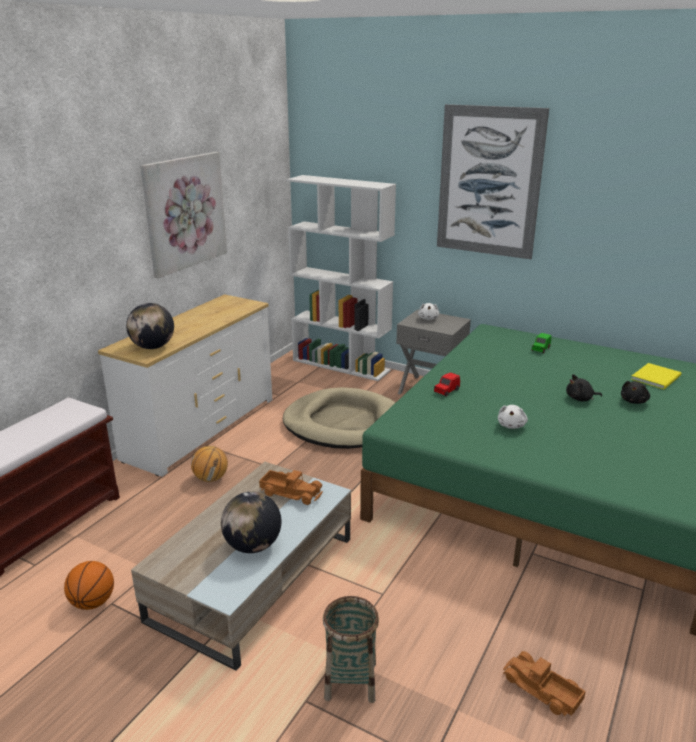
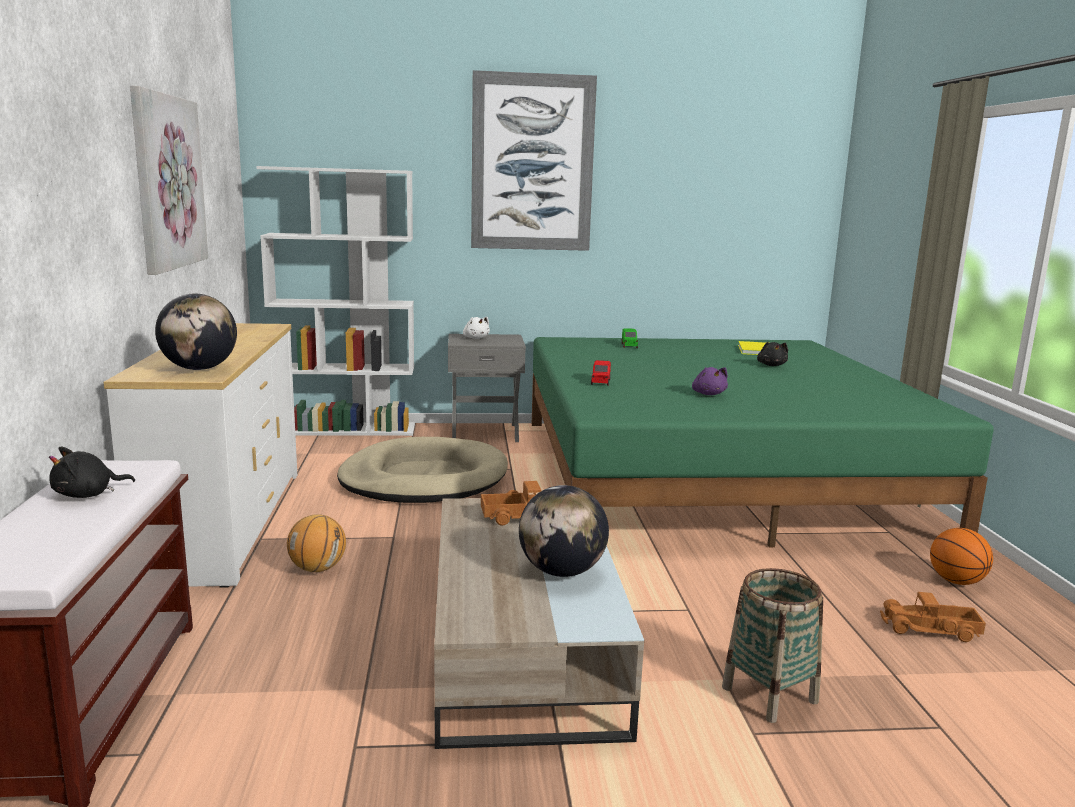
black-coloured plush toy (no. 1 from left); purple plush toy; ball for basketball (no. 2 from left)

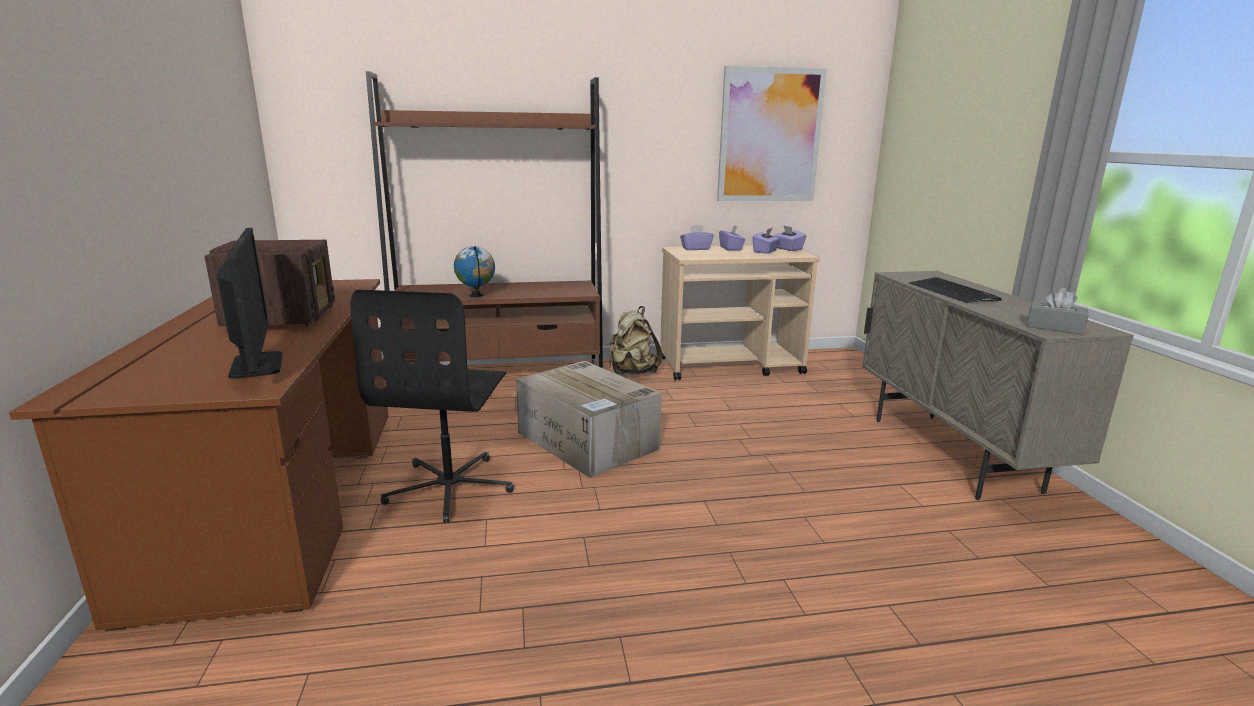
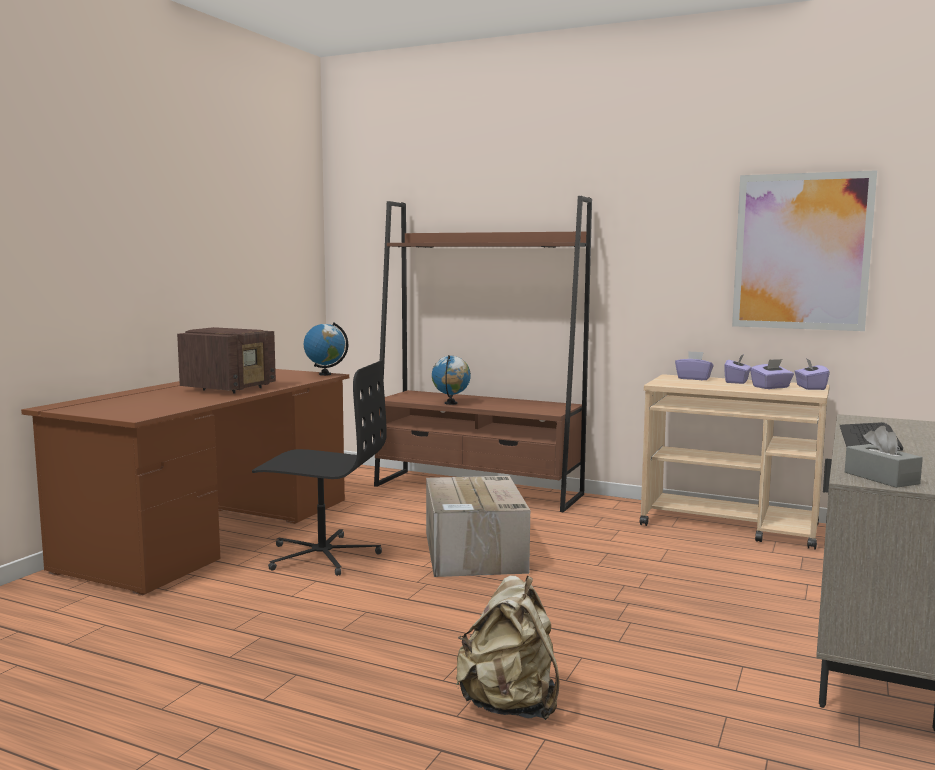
black-coloured office chair; globe (no. 1 from left); beige-coloured rucksack; computer display

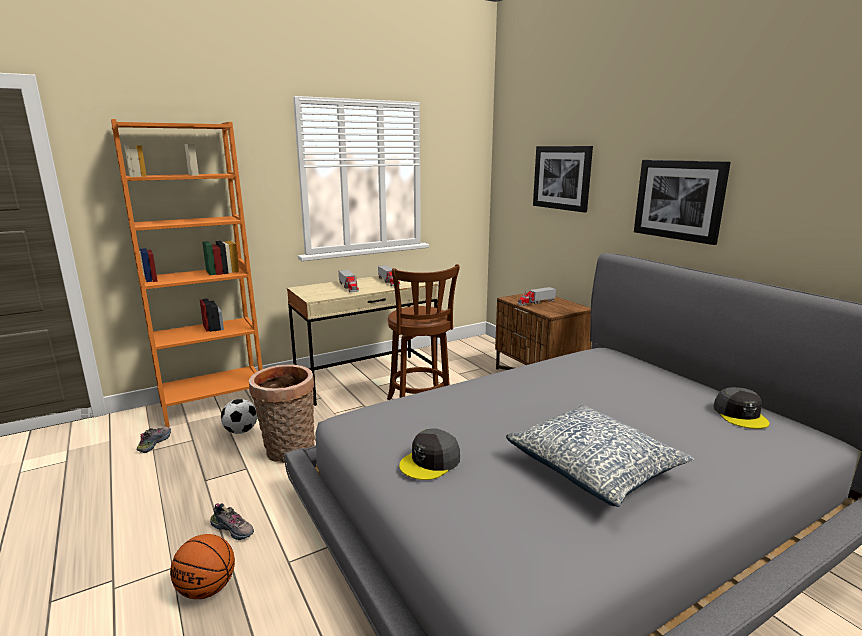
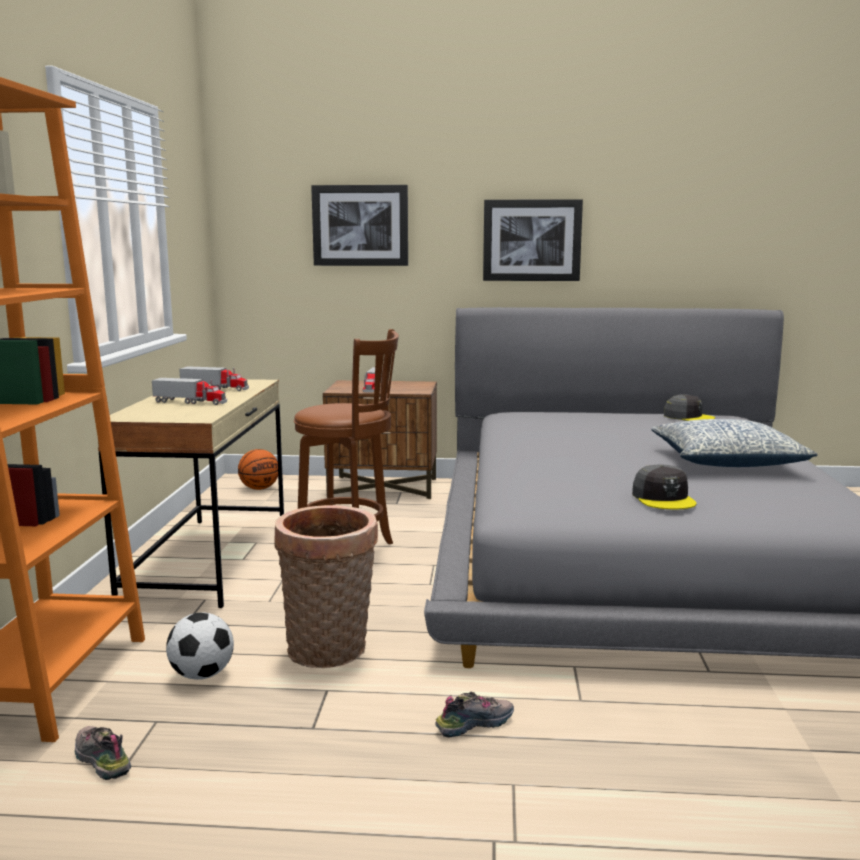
ball for basketball

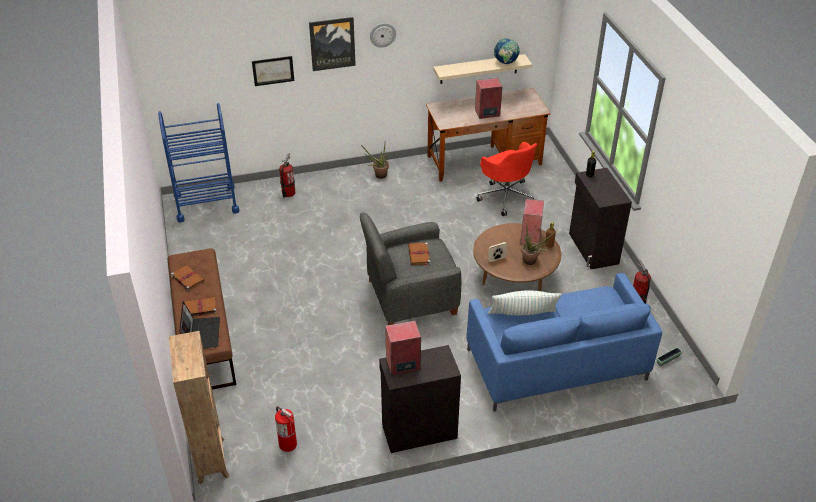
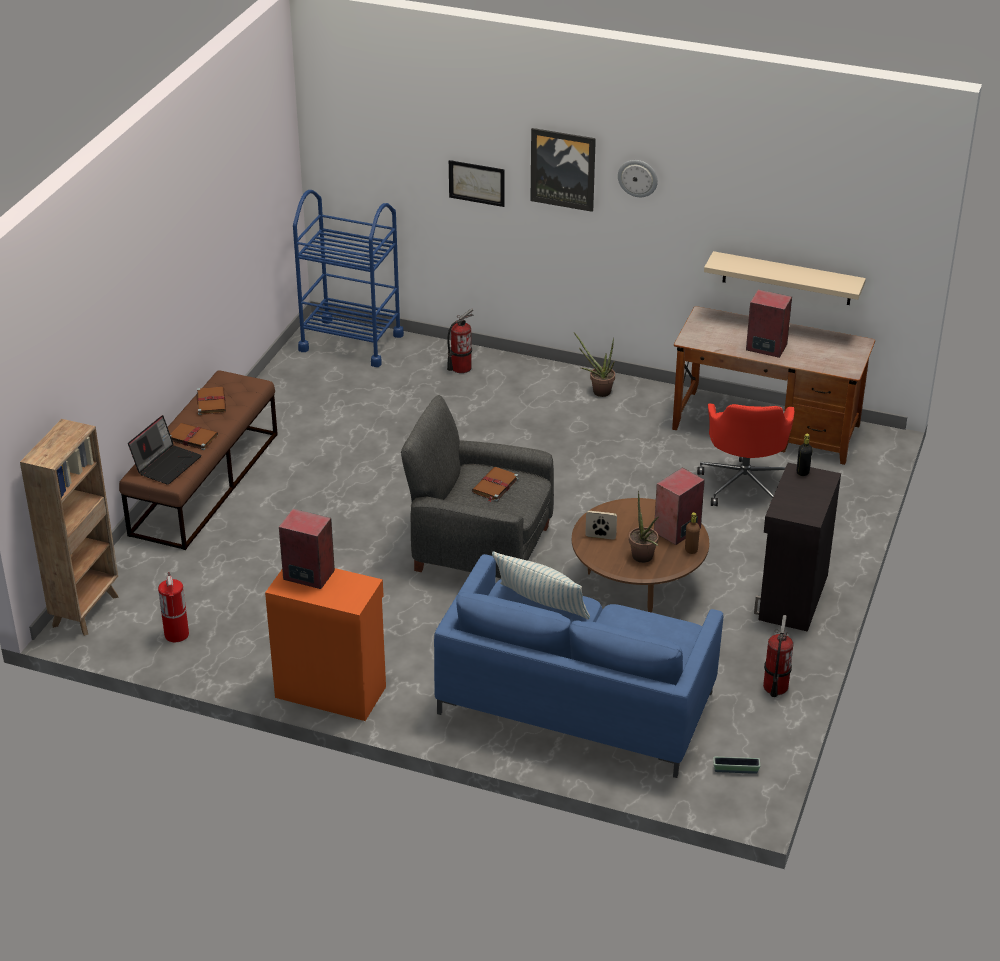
orangey storage cabinet; globe

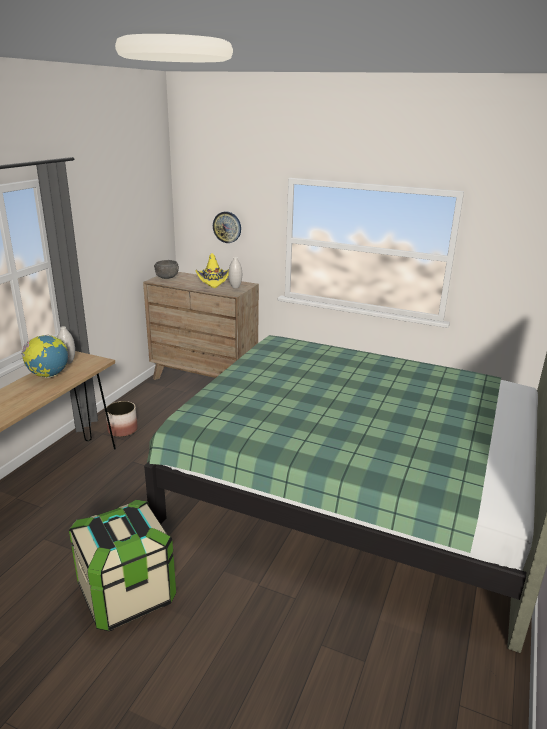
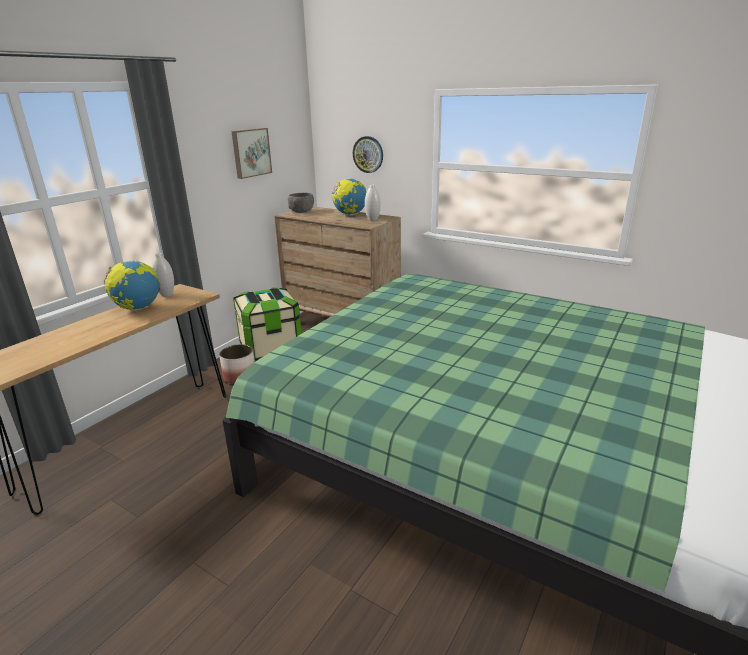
wall picture; storage bin; globe (no. 2 from left)

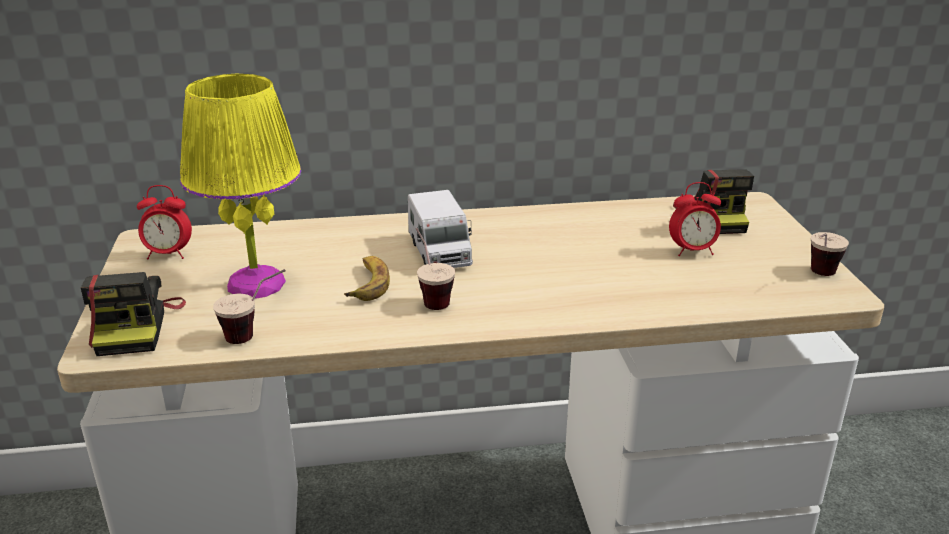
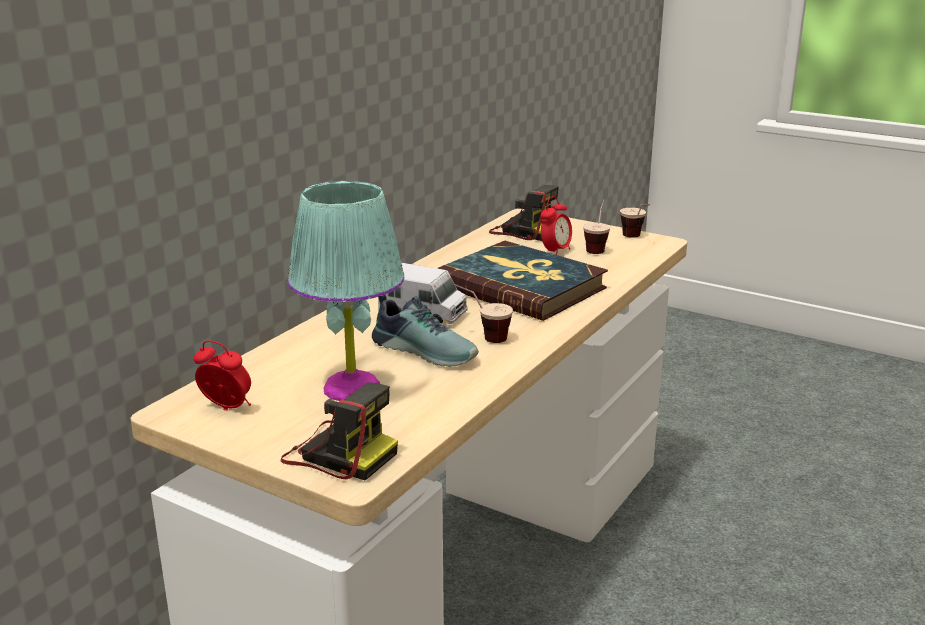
alarm clock (no. 1 from left); turquoise-coloured tabletop lamp; item of footwear; volume; cup (no. 2 from left)

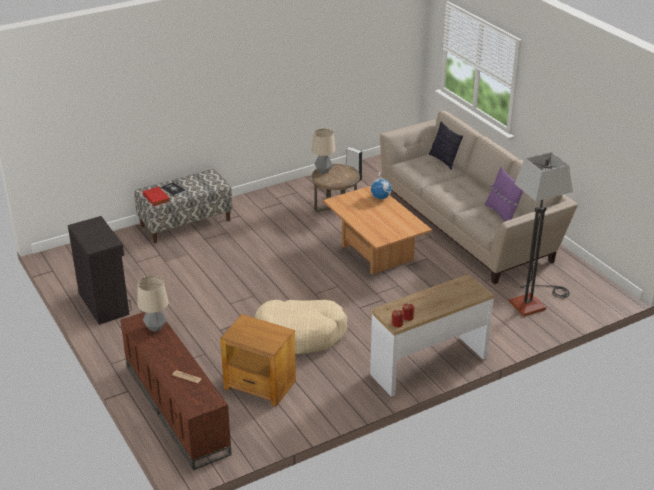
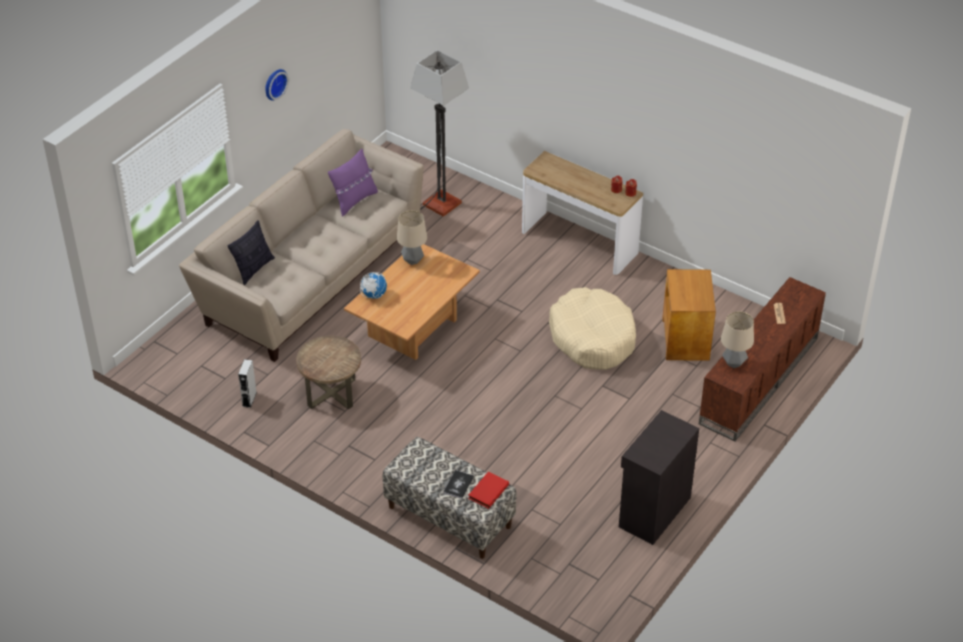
wall clock; tabletop lamp (no. 1 from left)

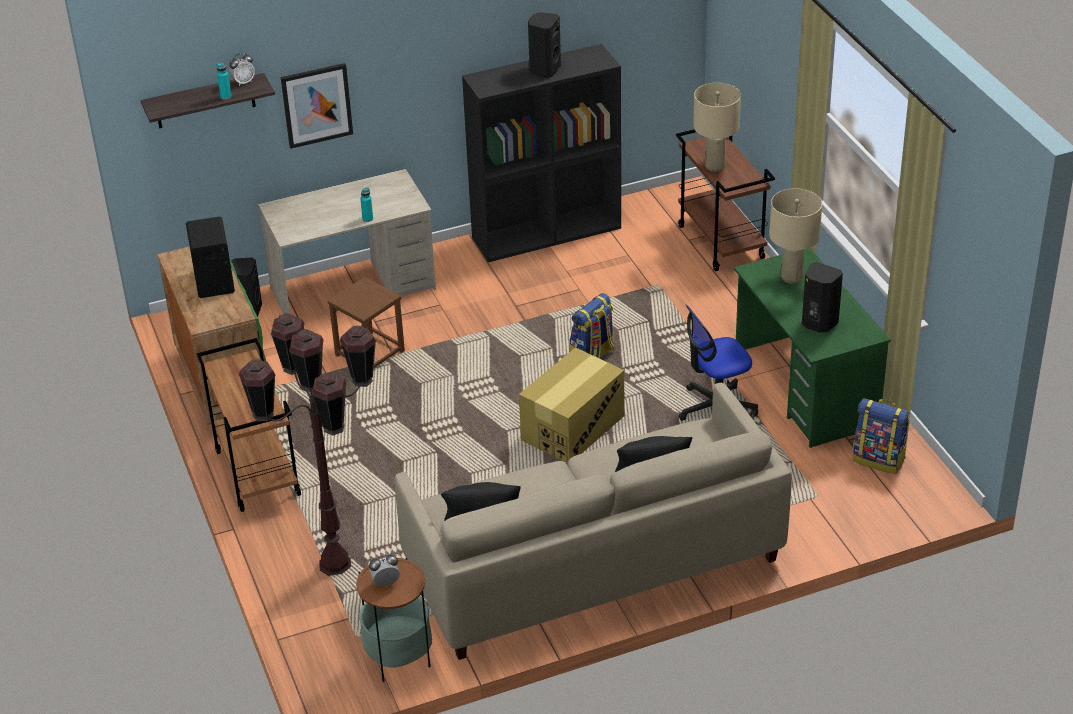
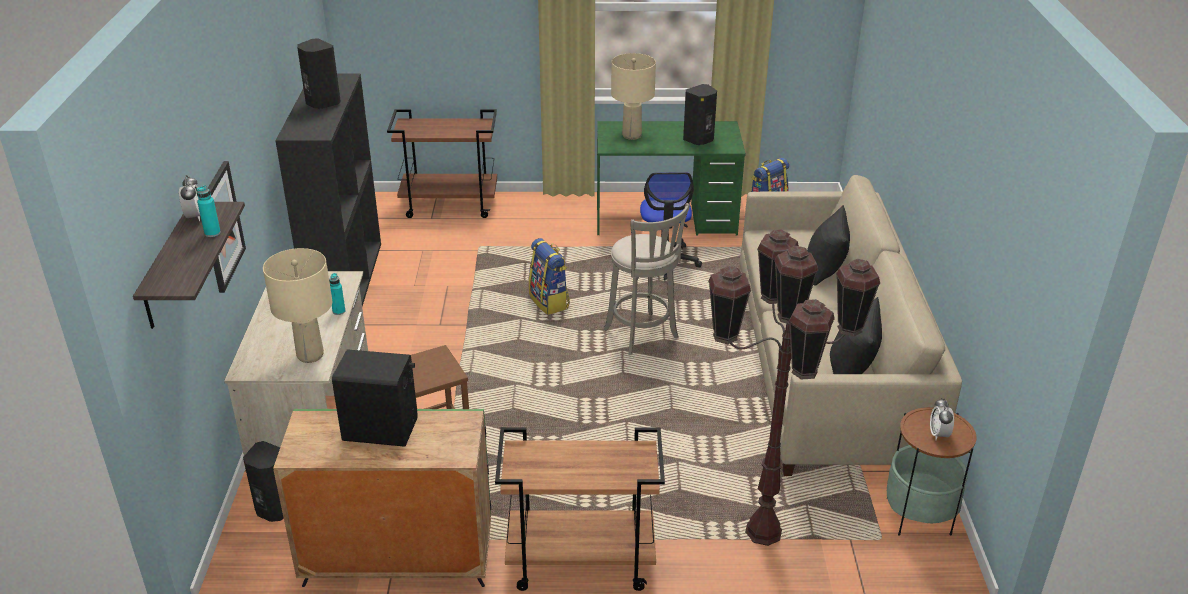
beige-coloured tabletop lamp (no. 1 from left); greyish sitting stool

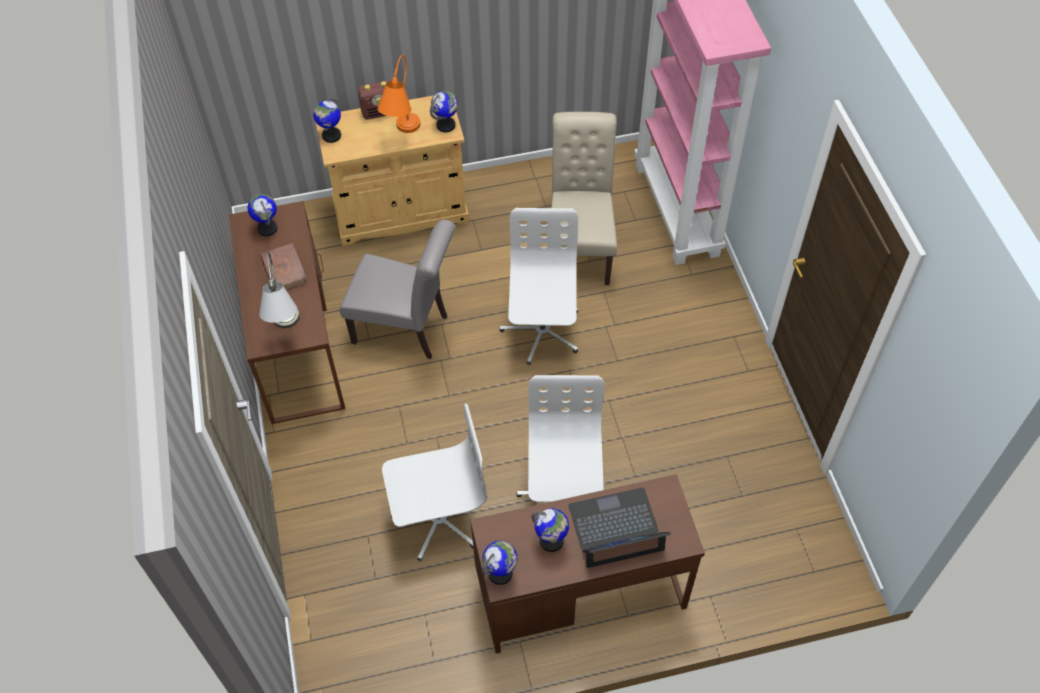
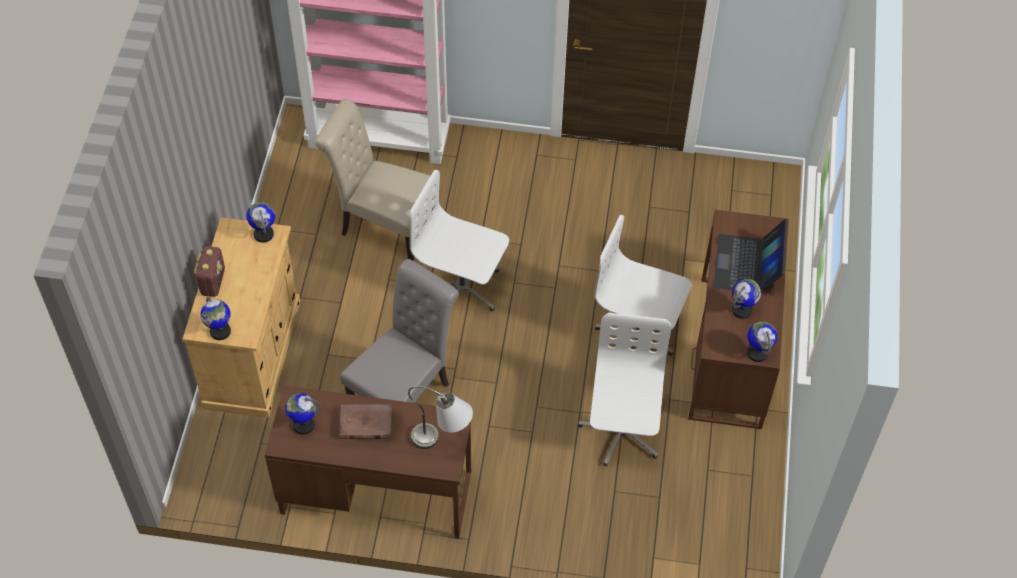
orangey tabletop lamp

